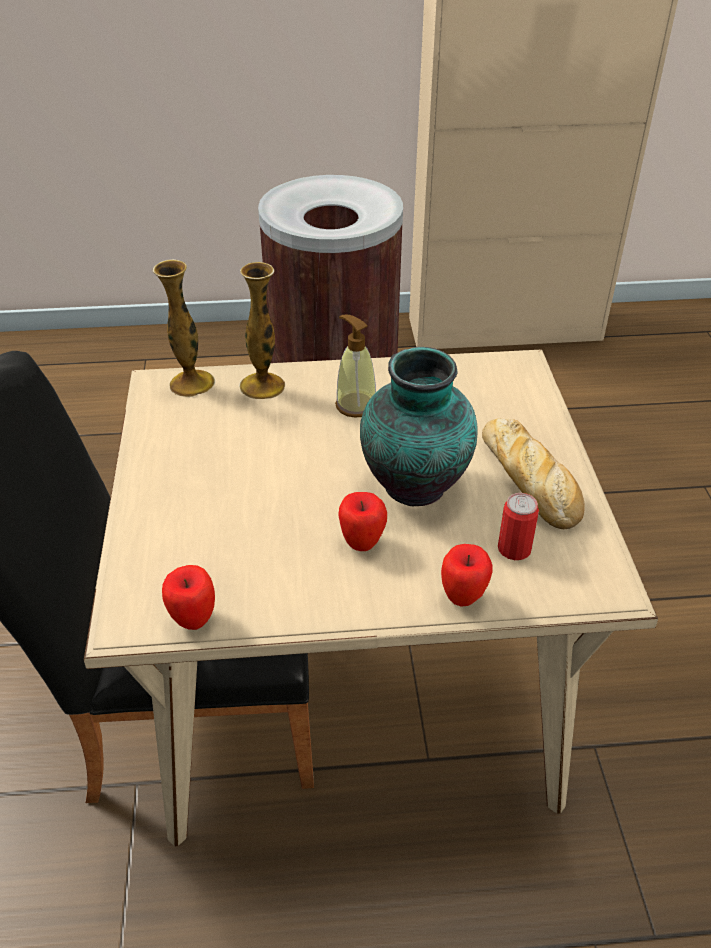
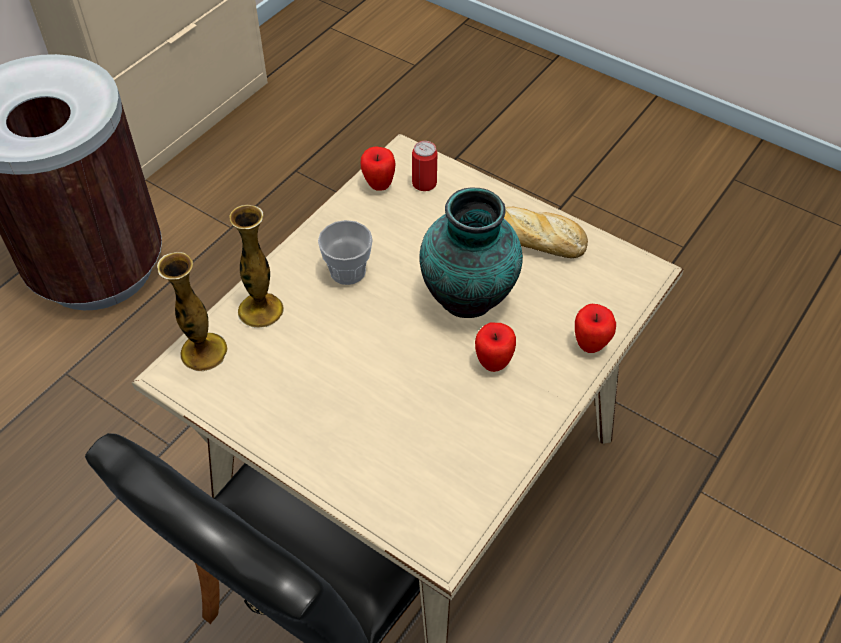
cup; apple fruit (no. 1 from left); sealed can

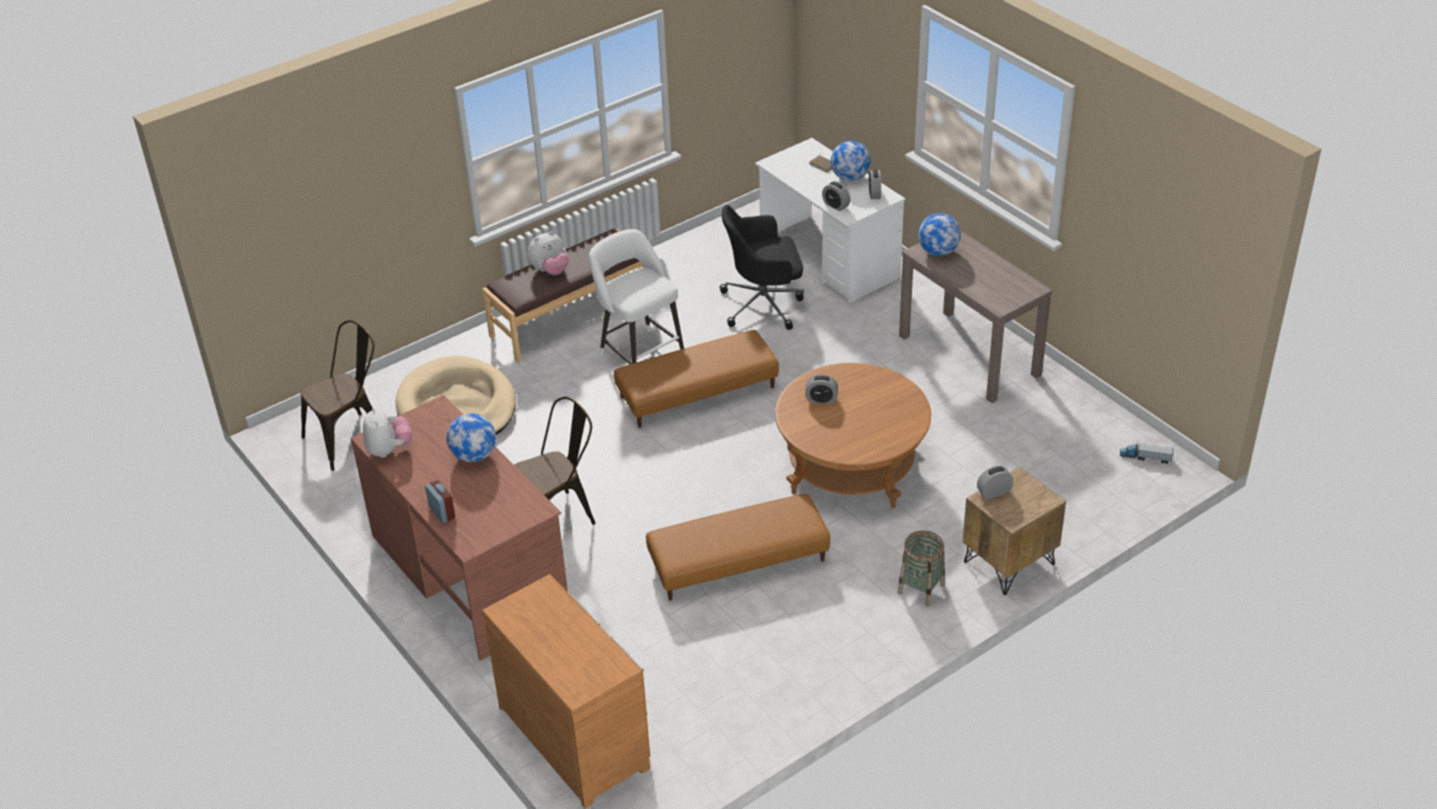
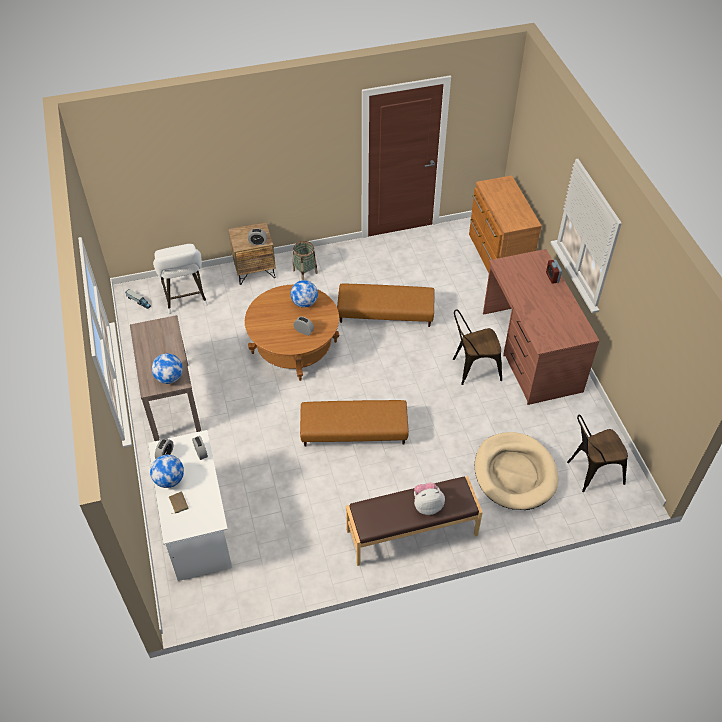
whitish sitting stool; globe (no. 3 from left); plush toy (no. 1 from left in the first image); black-coloured office chair

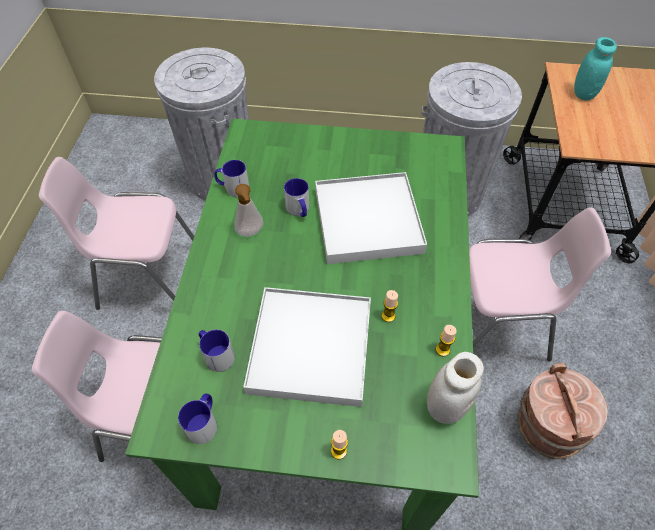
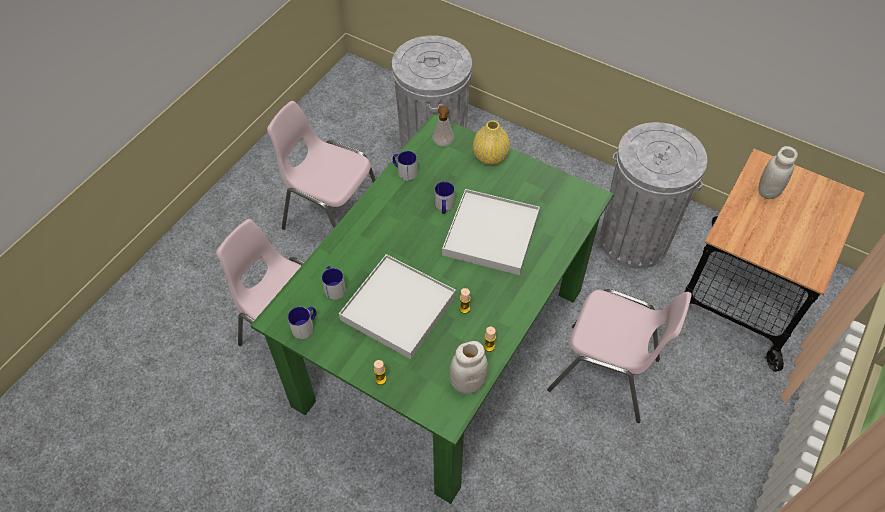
soap dispenser; yellow flower vase; whitish jar (no. 2 from left); brownish water bucket

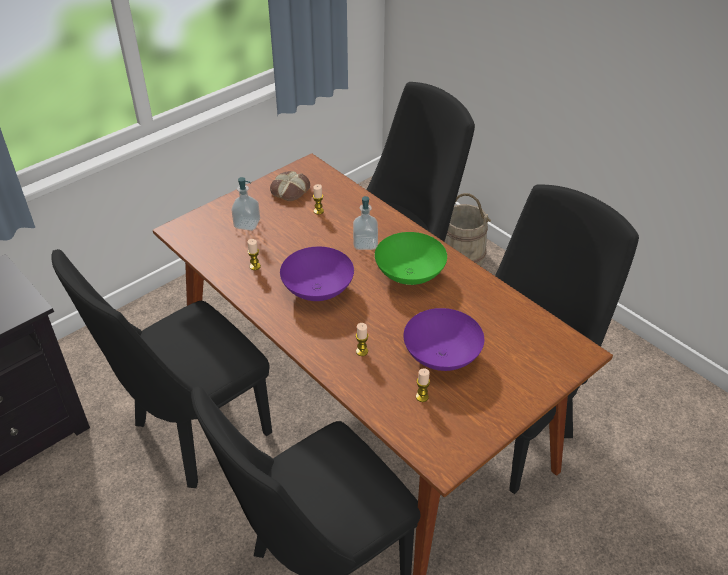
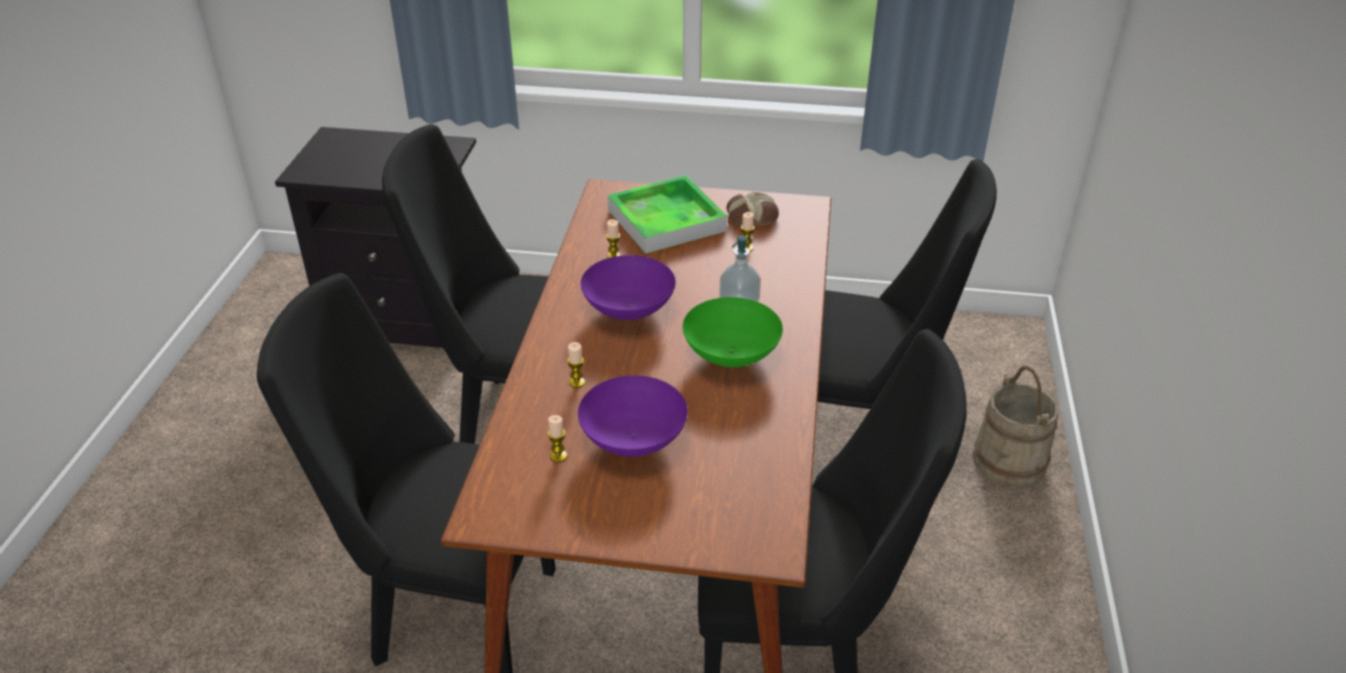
serving tray

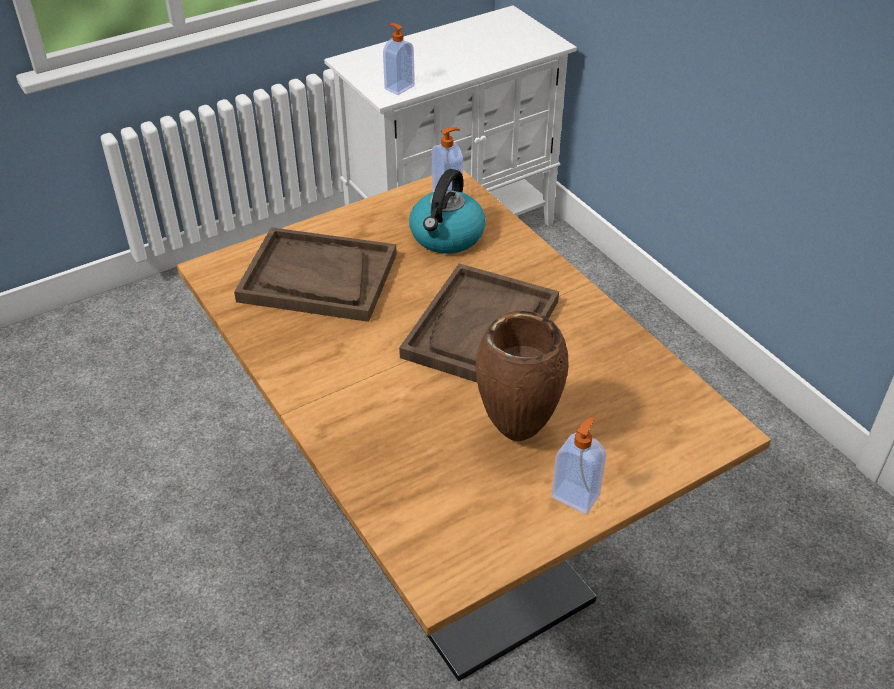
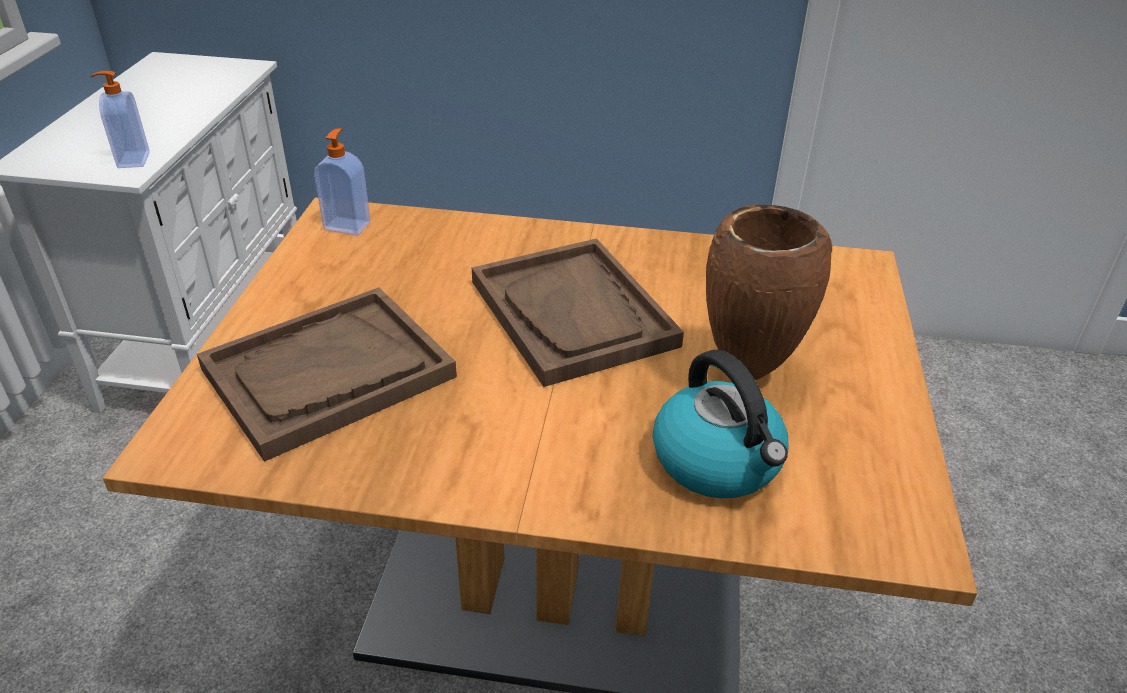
kettle; soap dispenser (no. 3 from left in the first image)

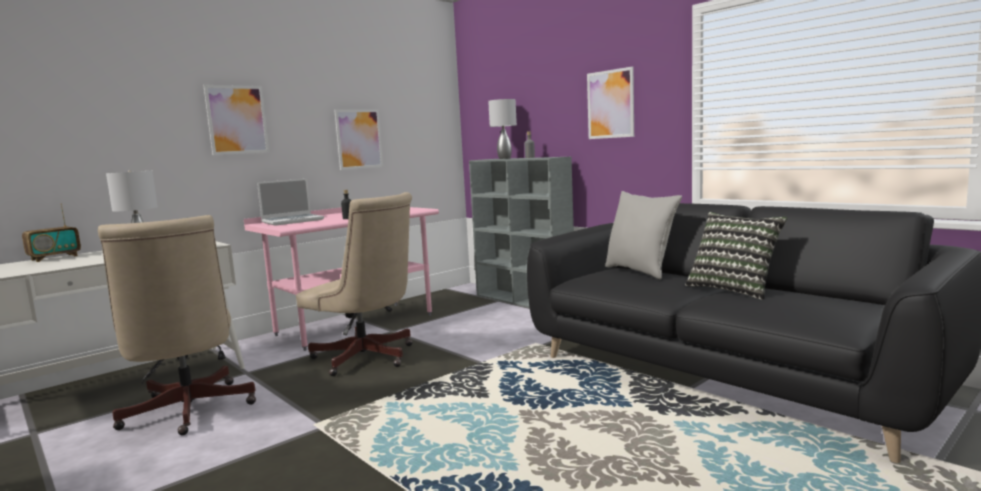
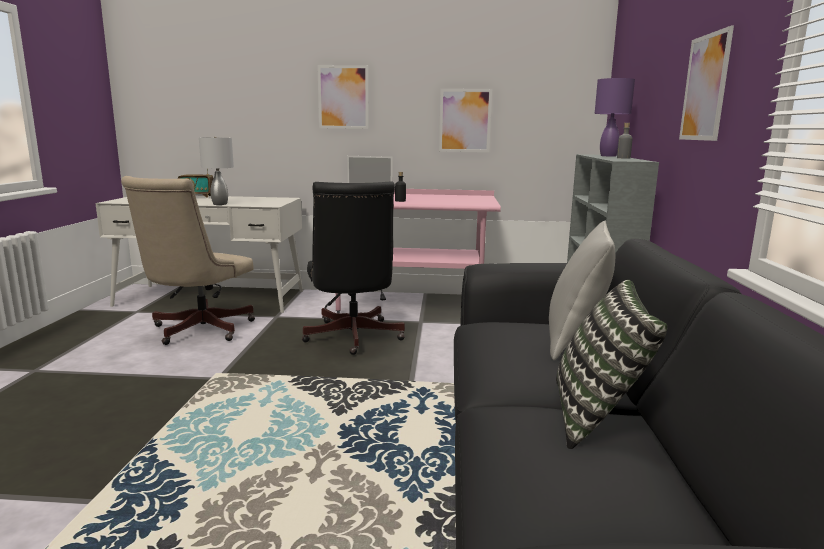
black-coloured office chair; purple tabletop lamp

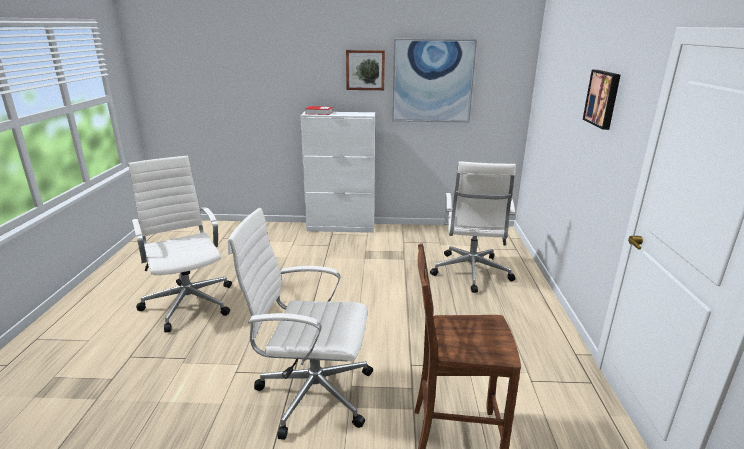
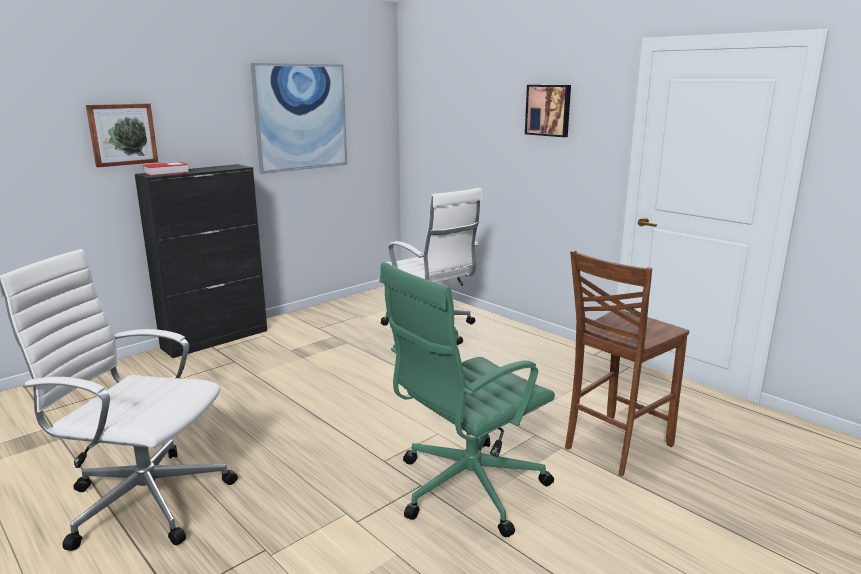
wall picture (no. 1 from left); black-coloured storage cabinet; greenish office chair

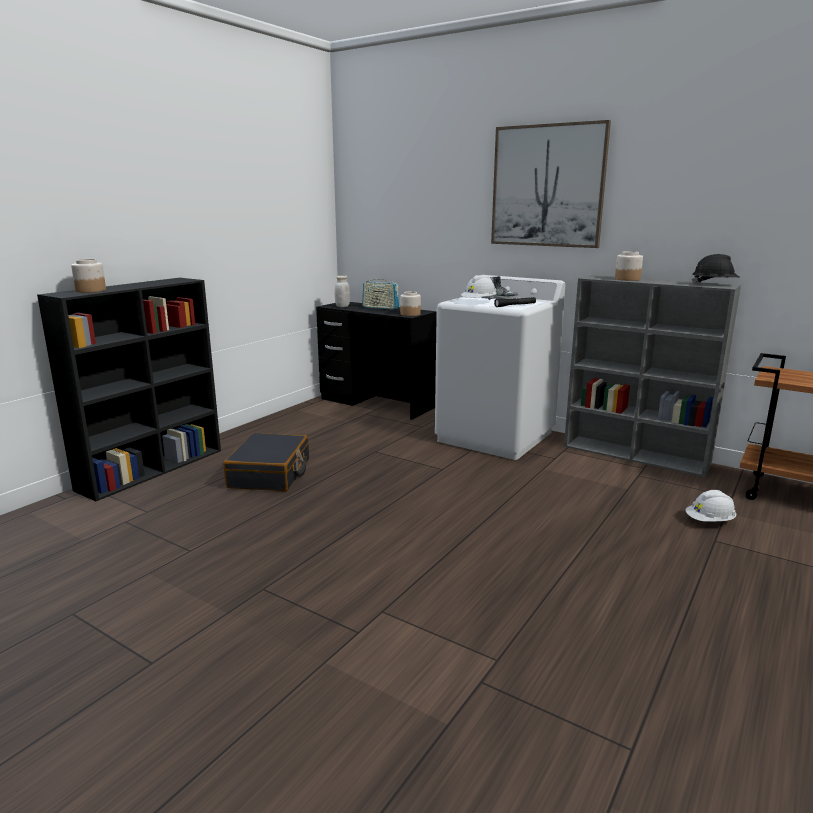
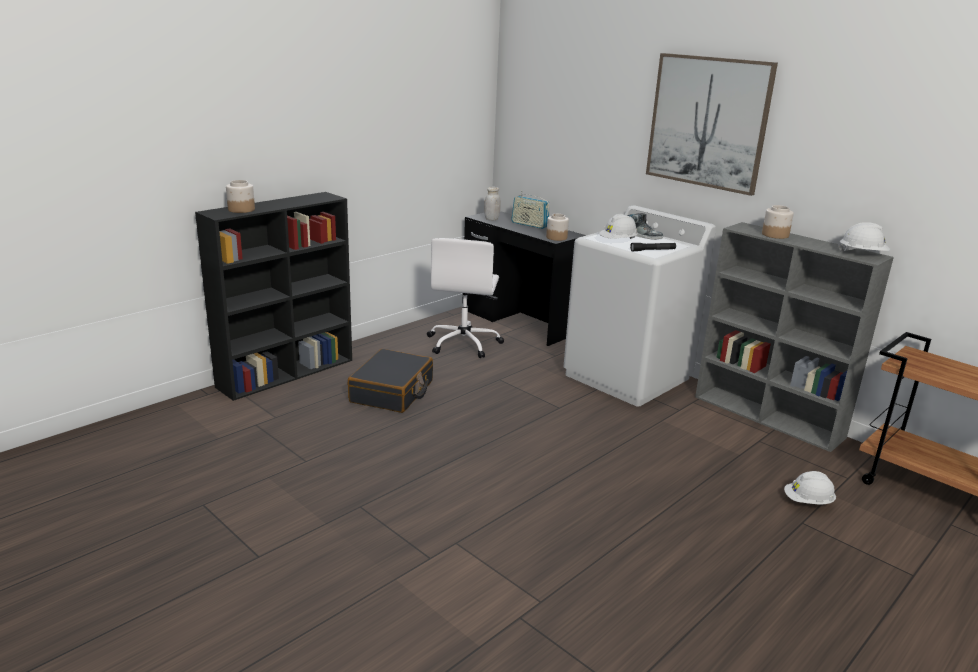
whitish office chair; whitish safety helmet (no. 3 from left)

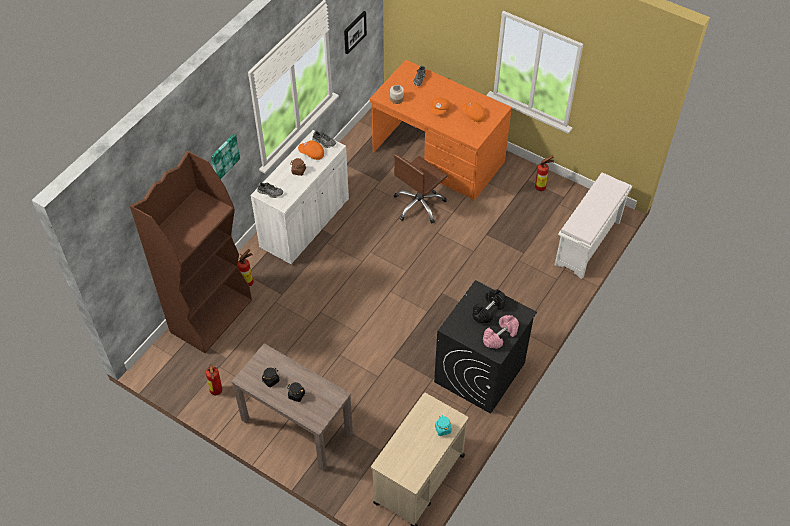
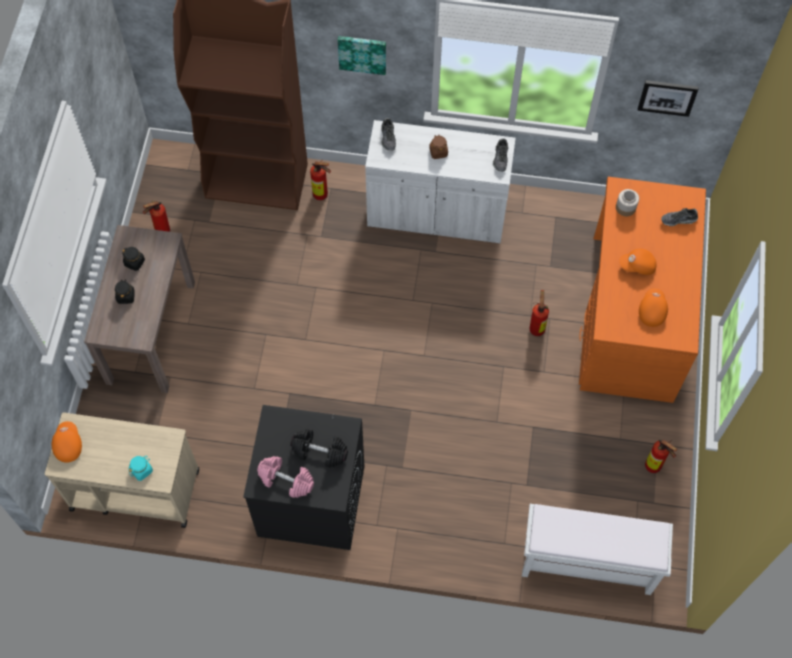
orangey peaked cap (no. 1 from left); fire-fighting cylinder (no. 3 from left)

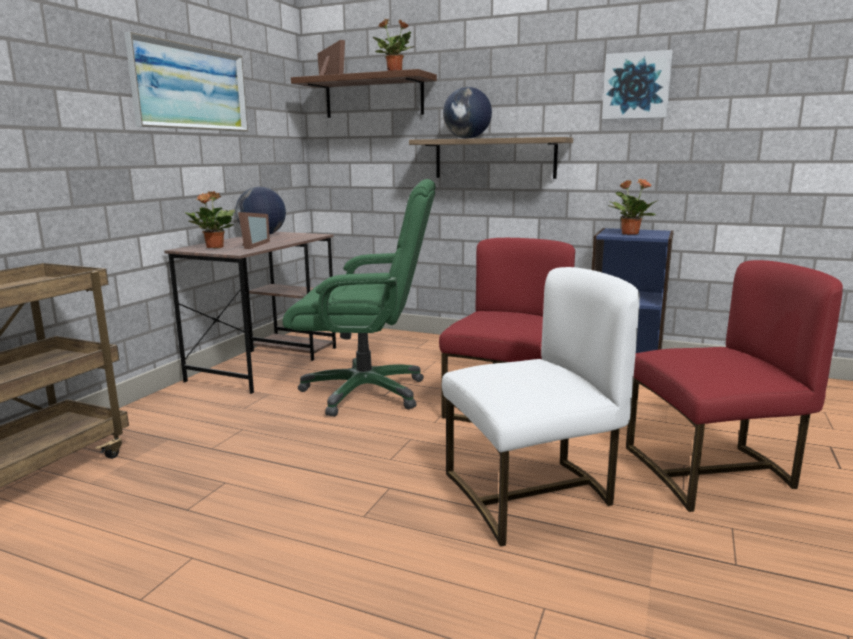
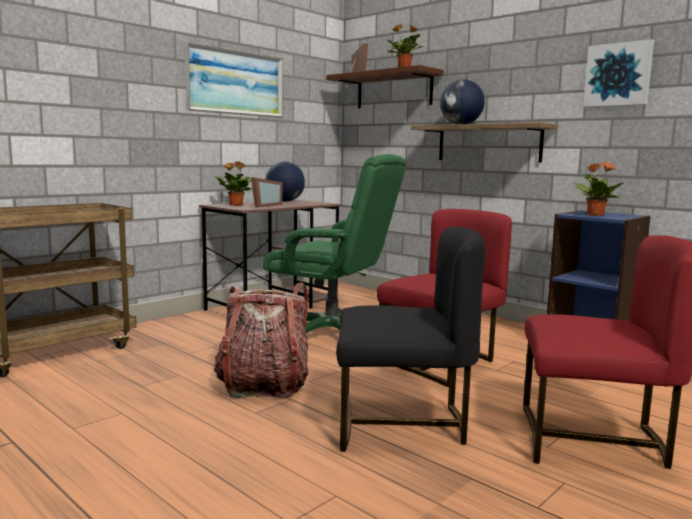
rucksack; black-coloured plain chair

